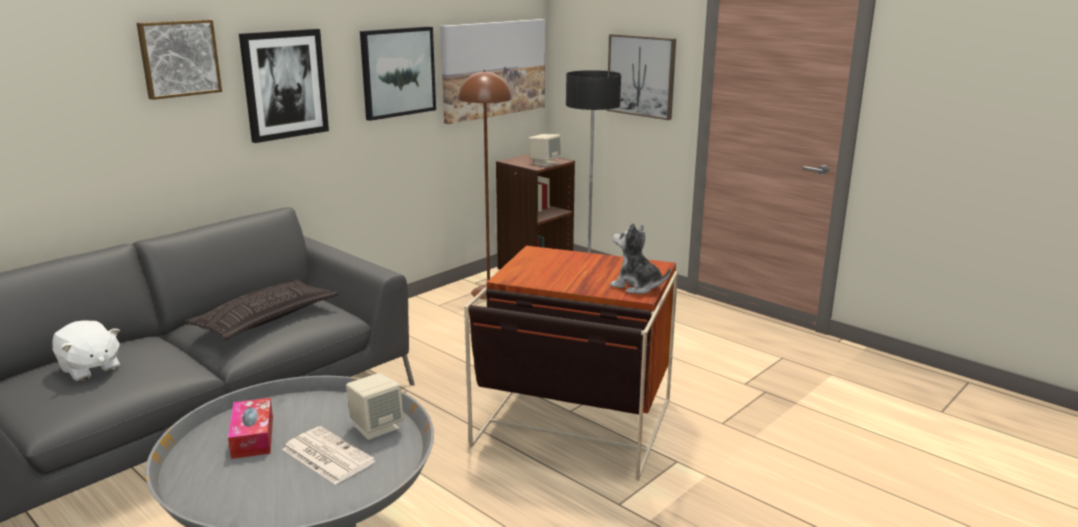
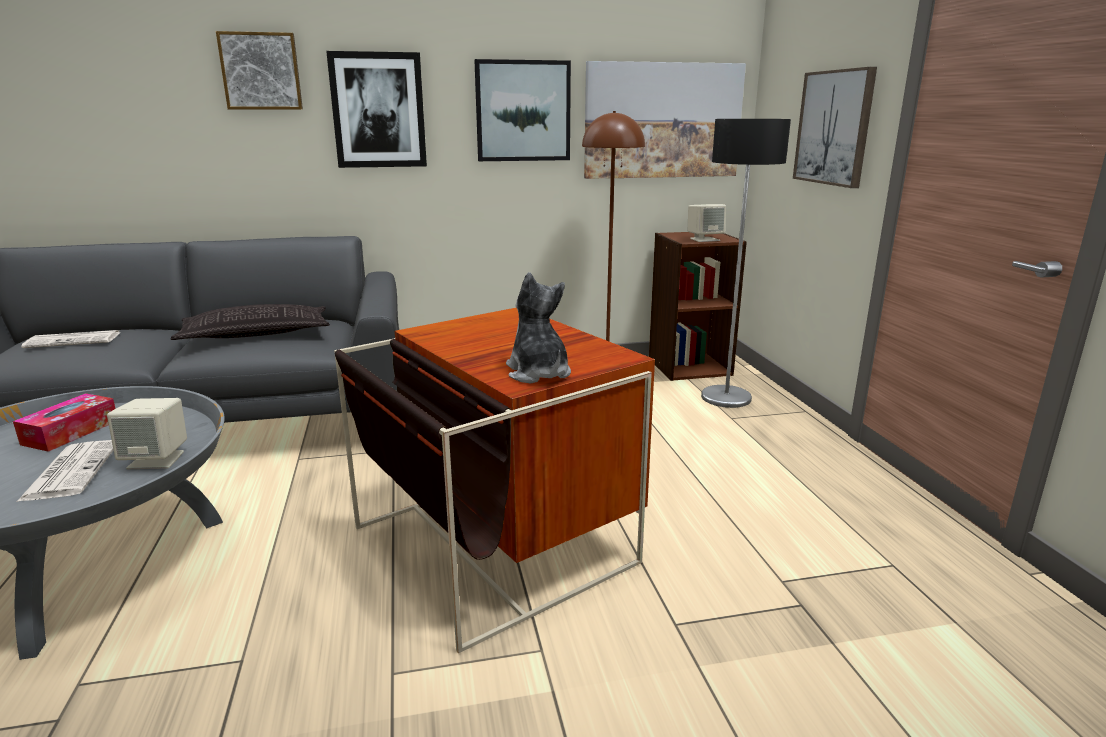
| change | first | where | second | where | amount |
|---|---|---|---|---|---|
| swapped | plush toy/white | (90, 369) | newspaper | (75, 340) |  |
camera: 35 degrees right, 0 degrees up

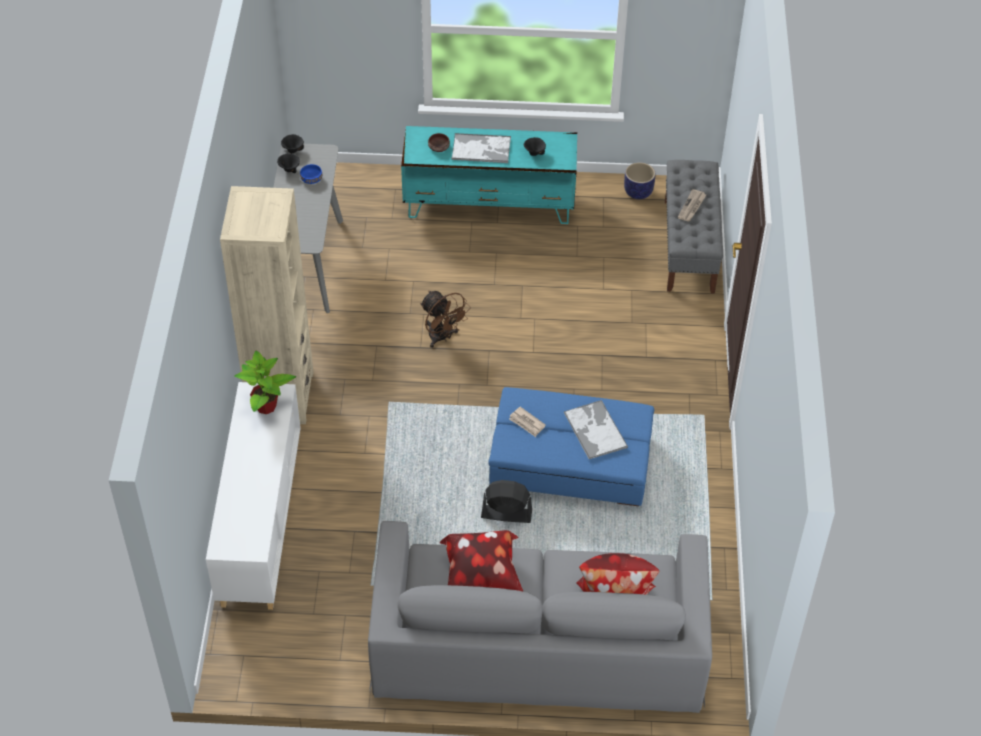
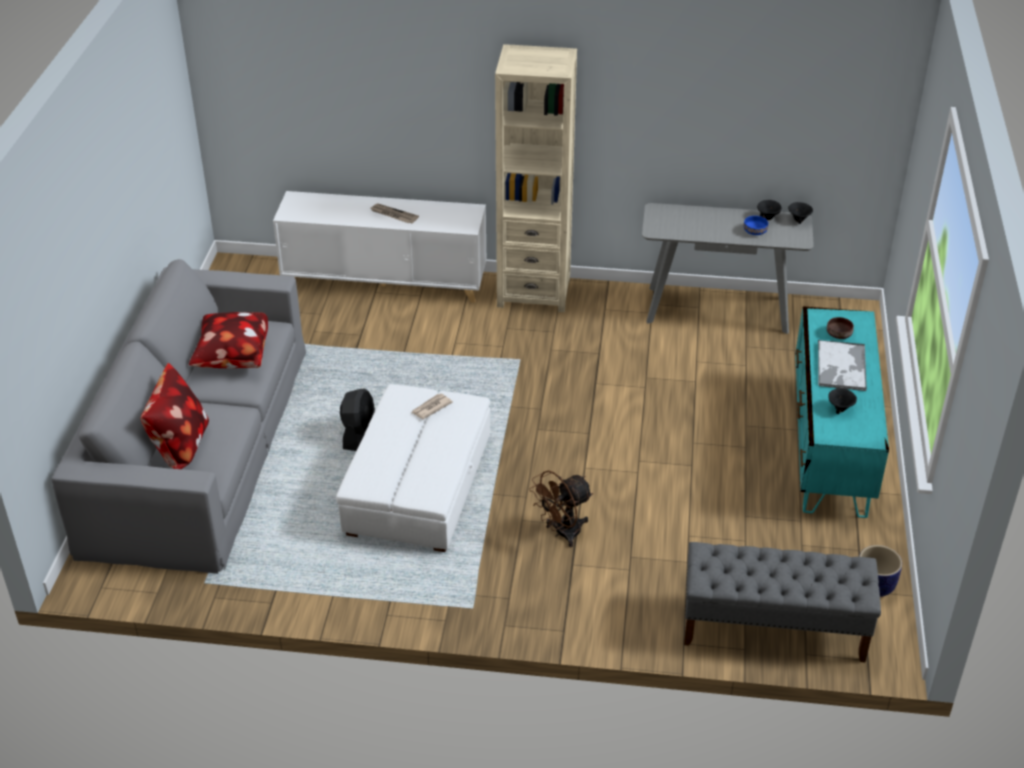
| change | first | where | second | where | amount |
|---|---|---|---|---|---|
| gone | potted plant | (266, 407) |  |  |  |
| shifted | fan/brown | (442, 337) |  | (562, 533) |  |
| repainted | ottoman/blue | (570, 463) | ottoman/white | (418, 485) |  |
| gone | tray | (595, 430) |  |  |  |
| shifted | newspaper | (692, 207) |  | (393, 215) |  |
camera: 95 degrees right, 10 degrees down

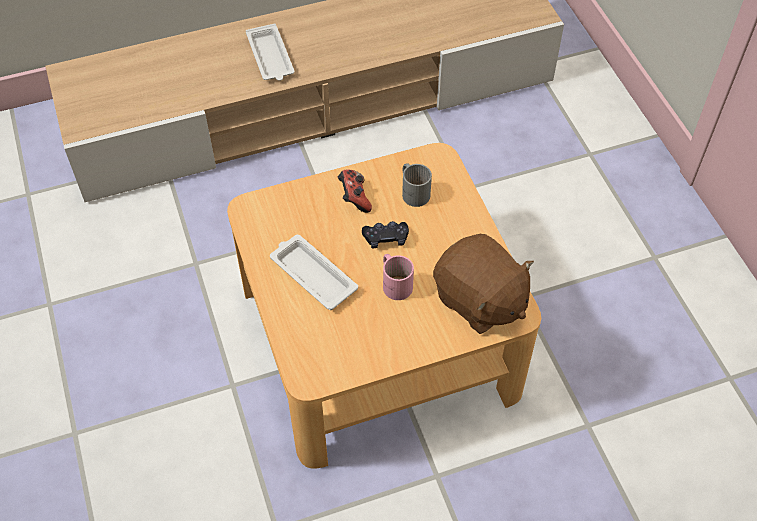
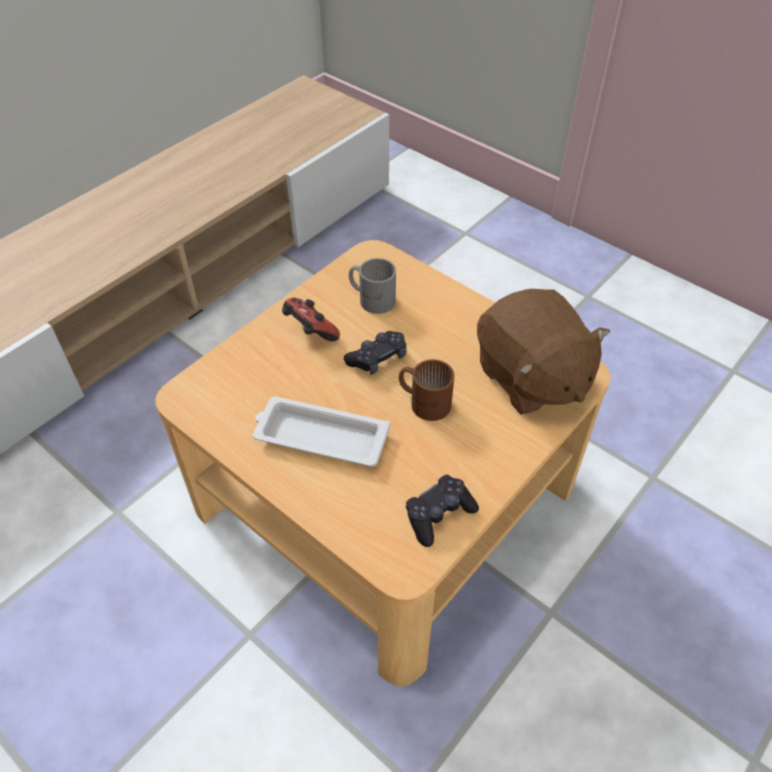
| change | first | where | second | where | amount |
|---|---|---|---|---|---|
| gone | tray/white | (270, 57) |  |  |  |
| repainted | mug/pink | (396, 282) | mug/brown | (425, 400) |  |
| rotated | plush toy/brown | (479, 301) |  | (530, 378) | 45 degrees clockwise |
| new |  |  | game controller/black | (438, 515) |  |
camera: 30 degrees left, 5 degrees down

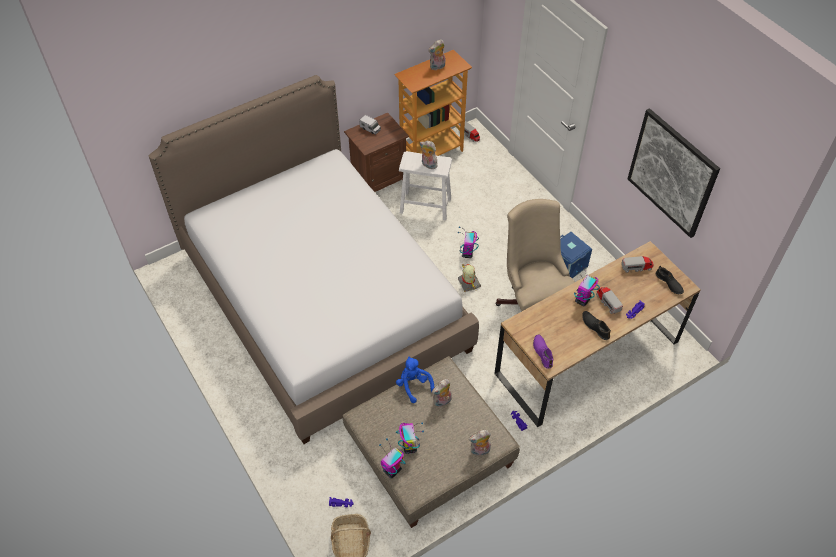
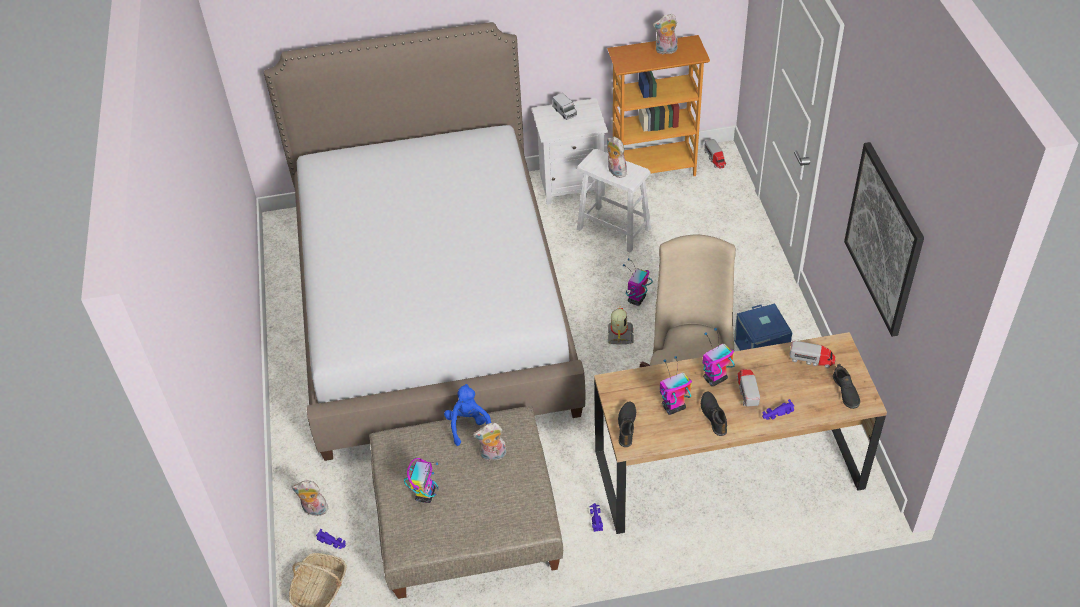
| change | first | where | second | where | amount |
|---|---|---|---|---|---|
| repainted | nightstand/brown | (378, 180) | nightstand/white | (571, 184) |  |
| shifted | toy robot | (392, 471) |  | (673, 407) |  |
| shifted | plush toy | (480, 451) |  | (314, 510) |  |
| repainted | shoe/purple | (543, 352) | shoe/black | (627, 426) |  |
camera: 25 degrees right, 5 degrees down

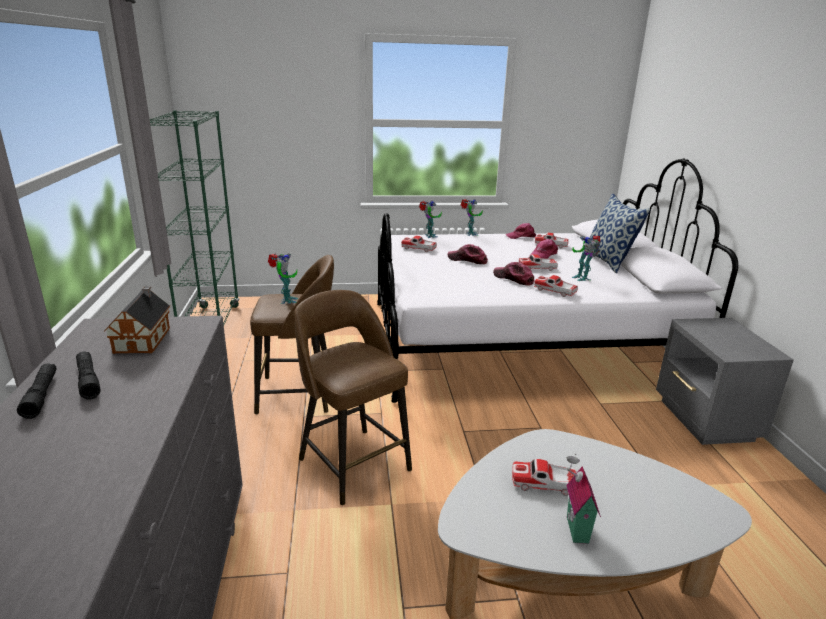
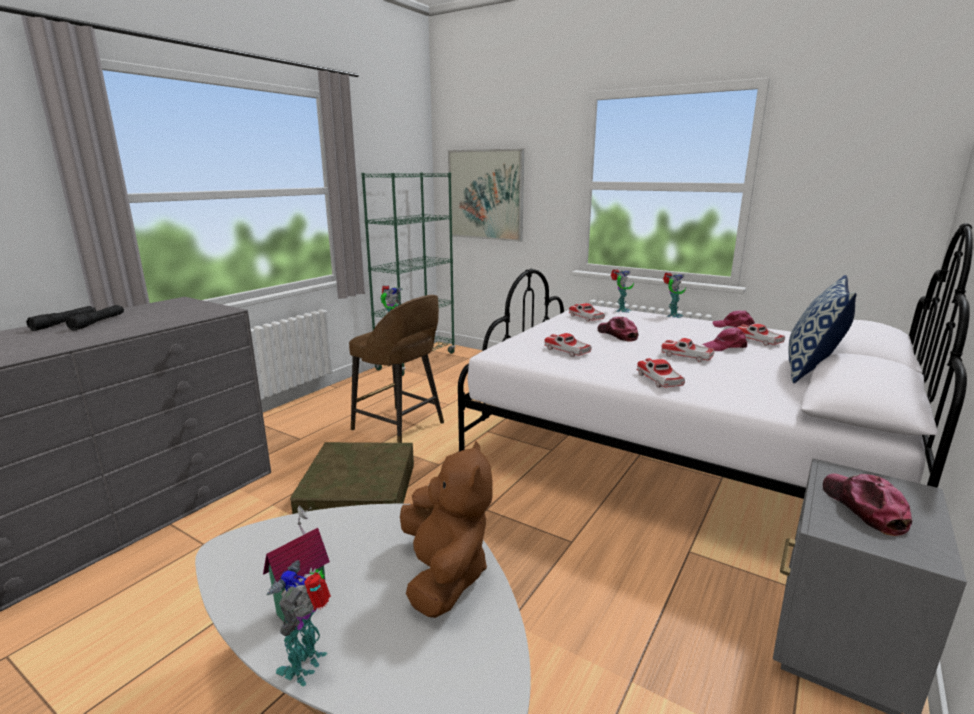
| change | first | where | second | where | amount |
|---|---|---|---|---|---|
| gone | toy house | (144, 339) |  |  |  |
| swapped | stool/brown | (353, 462) | storage box/brown | (359, 492) |  |
| shifted | cap | (513, 278) |  | (863, 508) |  |
| shifted | toy car | (544, 483) |  | (567, 351) |  |
| shifted | toy robot | (582, 277) |  | (307, 664) |  |
| new |  |  | plush toy/brown | (444, 575) |  |
| new |  |  | picture | (485, 195) |  |
camera: 40 degrees right, 5 degrees down

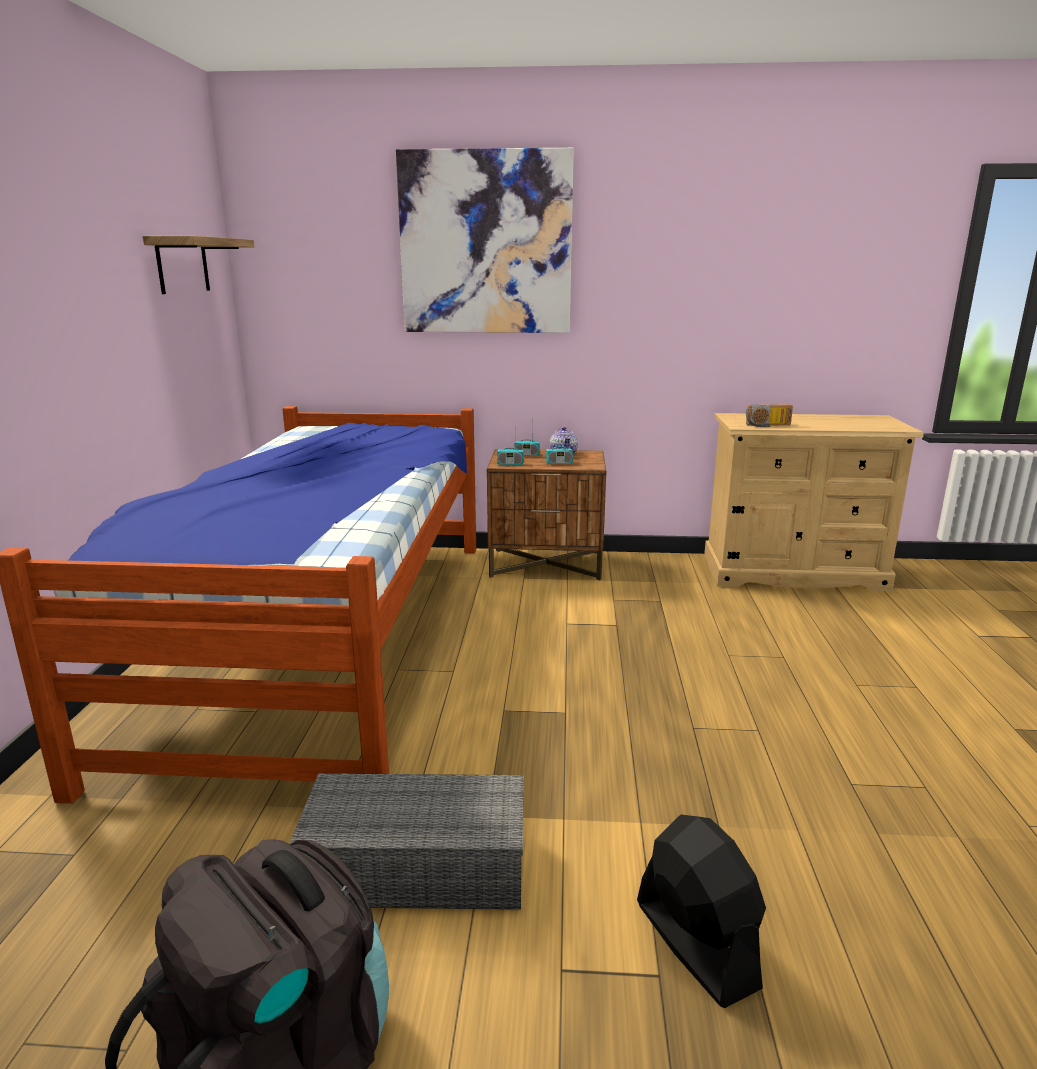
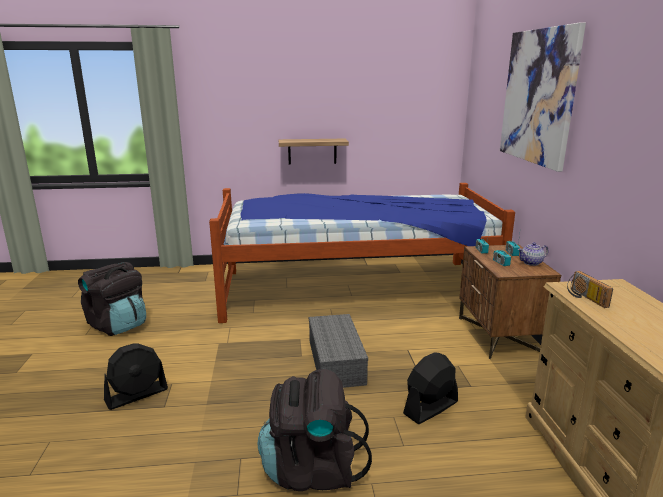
| change | first | where | second | where | amount |
|---|---|---|---|---|---|
| shifted | shelf | (182, 265) |  | (312, 151) |  |
| shifted | storage box/grey | (420, 865) |  | (337, 362) |  |
| new |  |  | backpack/black | (312, 469) |  |
| new |  |  | fan/black | (430, 408) |  |
camera: 80 degrees right, 0 degrees up

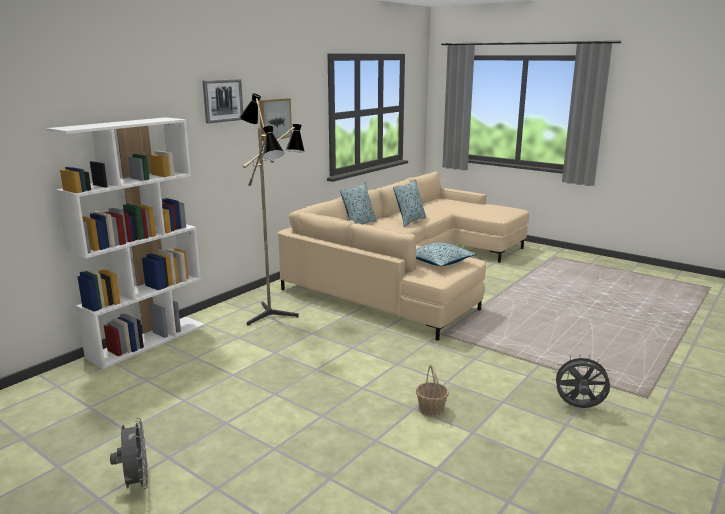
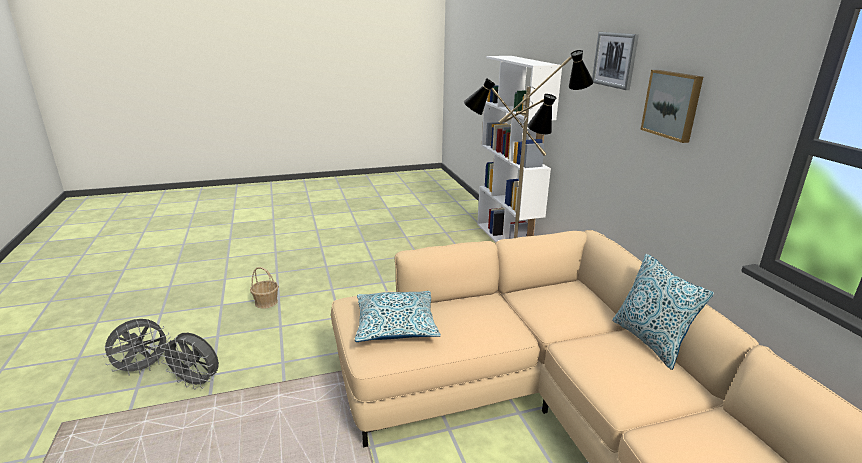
| change | first | where | second | where | amount |
|---|---|---|---|---|---|
| shifted | fan/grey | (136, 483) |  | (197, 382) |  |
| gone | pillow | (410, 221) |  |  |  |
camera: 125 degrees right, 5 degrees up

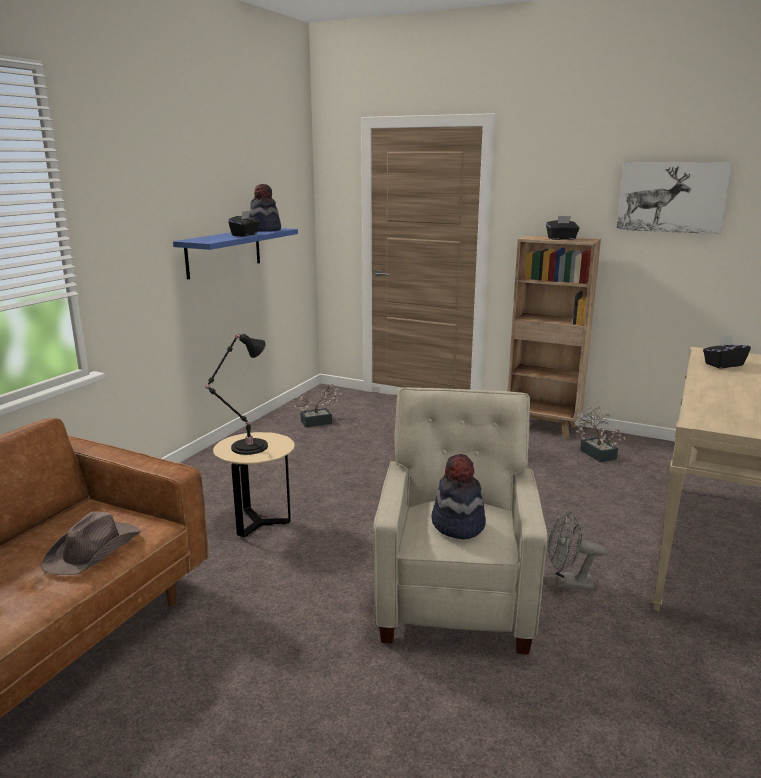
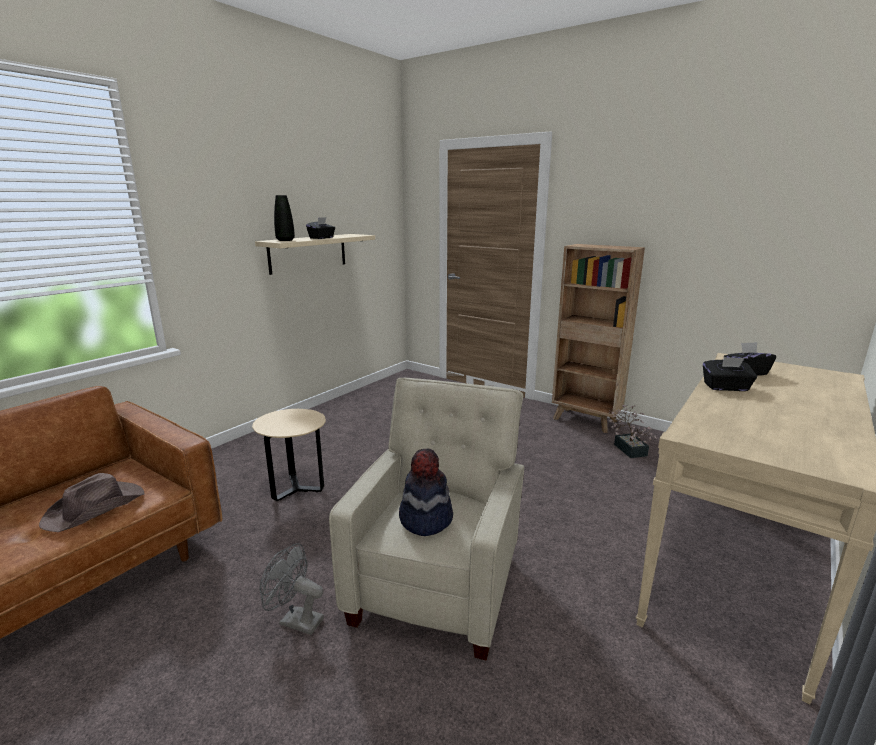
| change | first | where | second | where | amount |
|---|---|---|---|---|---|
| repainted | shelf/blue | (224, 252) | shelf/beige | (308, 253) |  |
| gone | table lamp/black | (246, 448) |  |  |  |
| gone | hat | (264, 230) |  |  |  |
| gone | potted plant | (320, 422) |  |  |  |
| shifted | tissue box/black | (561, 239) |  | (726, 387) |  |
| shifted | fan/grey | (567, 583) |  | (295, 620) |  |
| gone | picture | (671, 197) |  |  |  |
| new |  |  | vase/black | (285, 240) |  |
camera: 10 degrees right, 0 degrees up

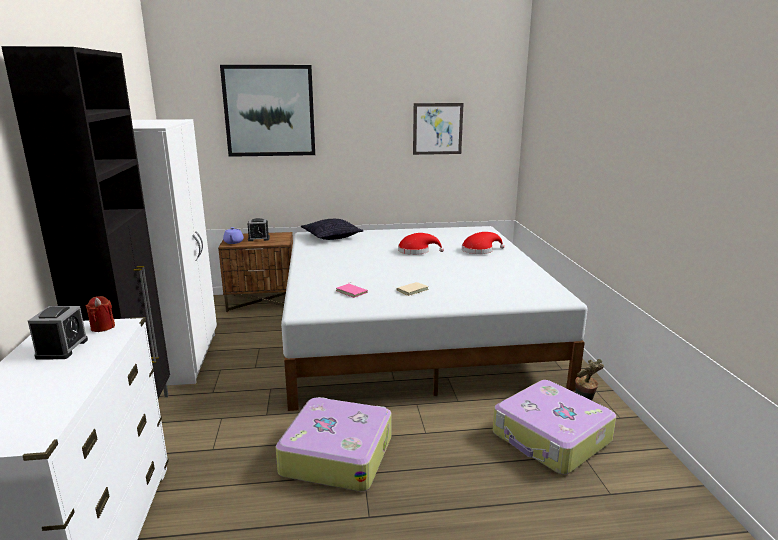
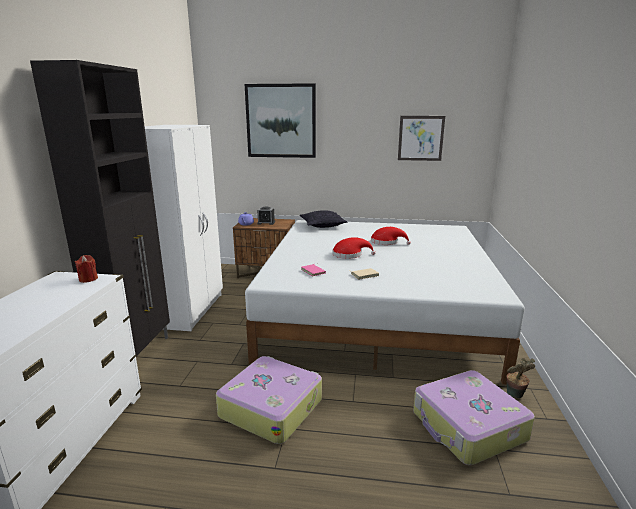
| change | first | where | second | where | amount |
|---|---|---|---|---|---|
| gone | alarm clock | (62, 348) |  |  |  |
| shifted | hat/red | (479, 250) |  | (349, 255) |  |
camera: 15 degrees right, 0 degrees up

